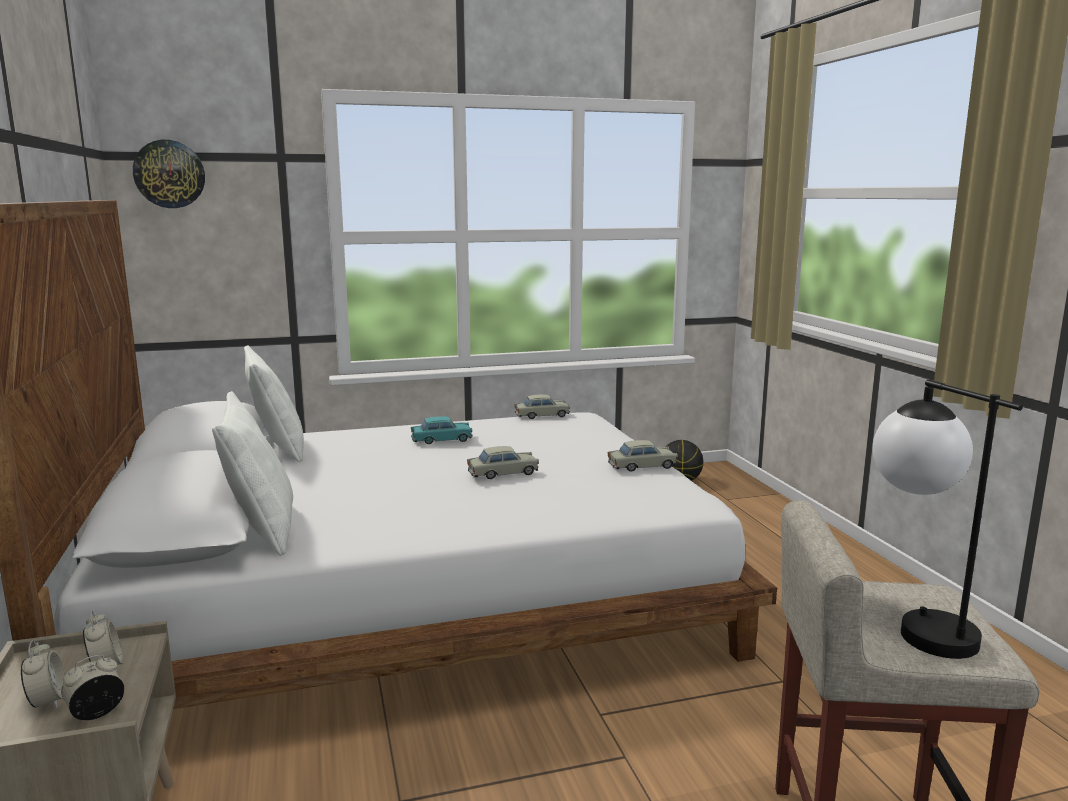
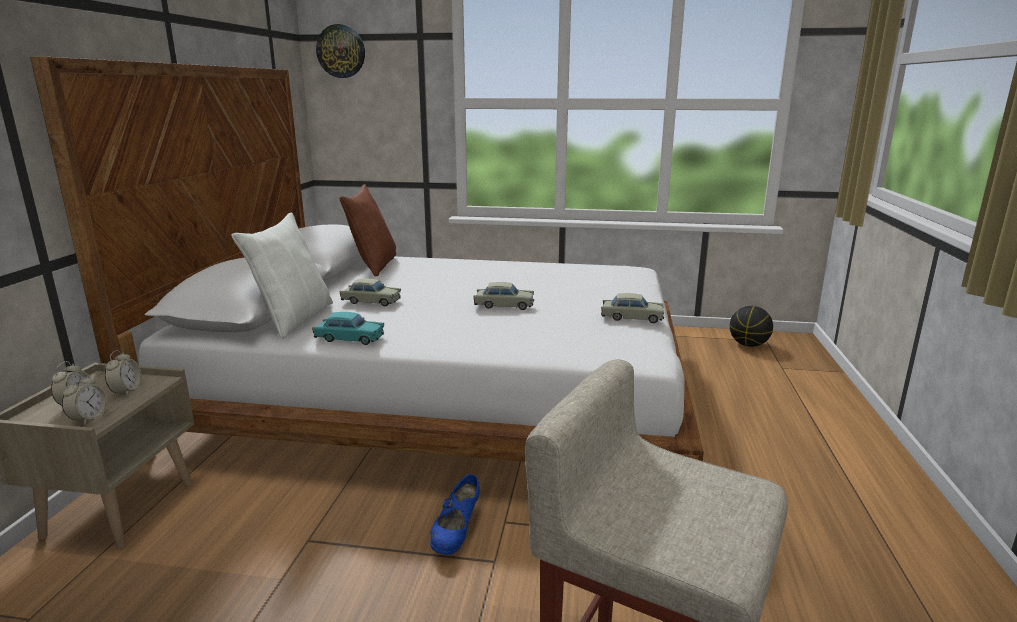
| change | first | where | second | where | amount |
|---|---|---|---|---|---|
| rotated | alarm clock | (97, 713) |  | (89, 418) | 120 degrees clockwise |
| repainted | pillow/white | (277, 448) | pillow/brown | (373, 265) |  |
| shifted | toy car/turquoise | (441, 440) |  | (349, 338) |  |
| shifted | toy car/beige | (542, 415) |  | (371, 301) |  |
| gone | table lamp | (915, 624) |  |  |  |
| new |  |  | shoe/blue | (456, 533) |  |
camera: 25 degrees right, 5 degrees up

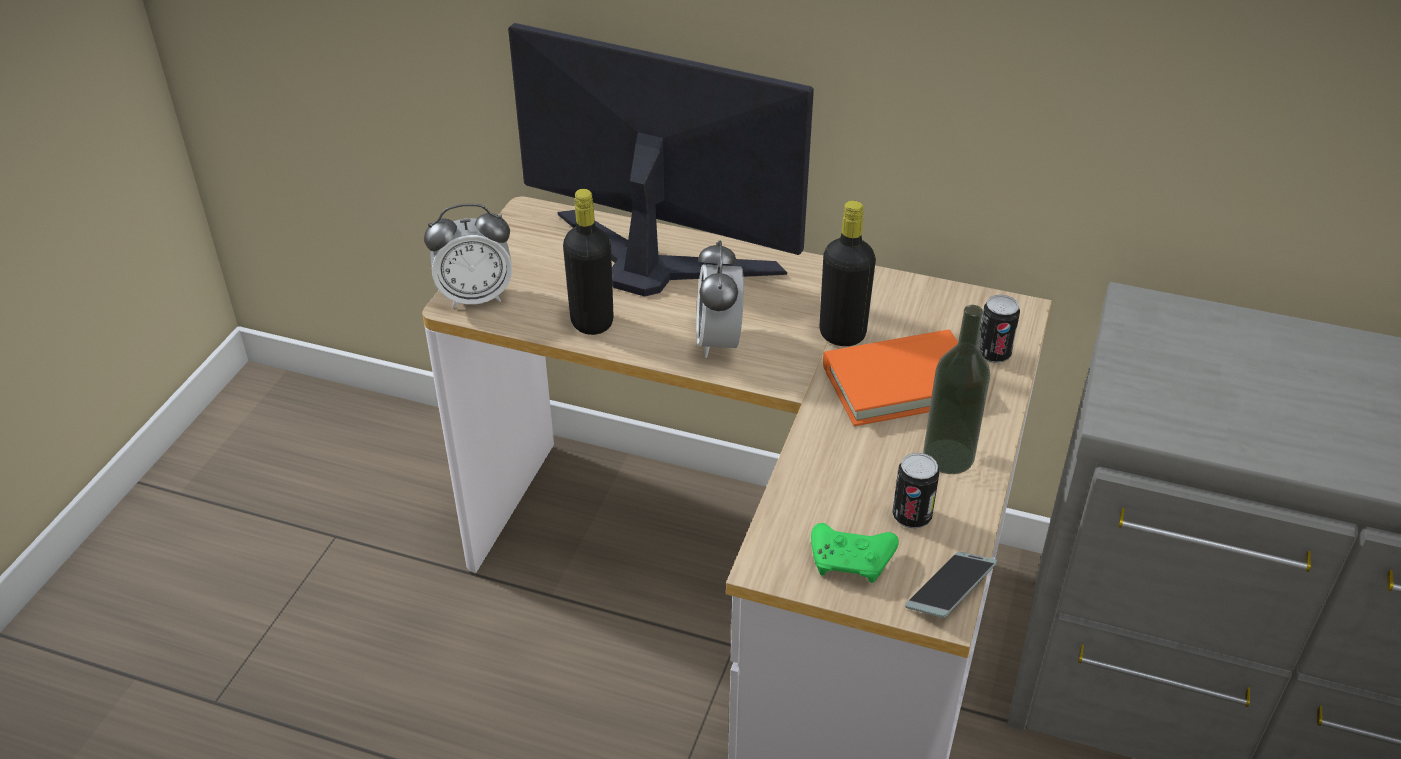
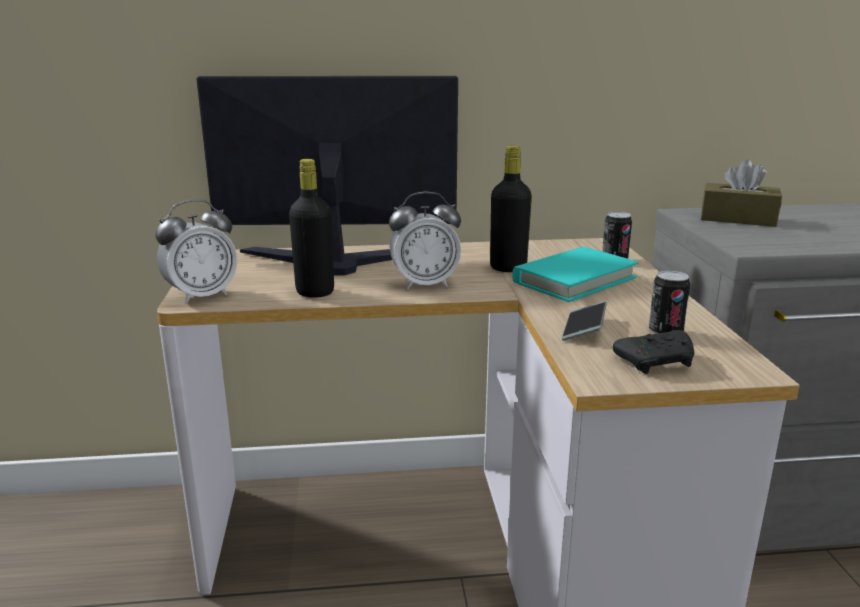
| change | first | where | second | where | amount |
|---|---|---|---|---|---|
| rotated | alarm clock | (719, 342) |  | (425, 284) | 75 degrees counterclockwise |
| repainted | game controller/green | (852, 561) | game controller/black | (657, 362) |  |
| repainted | book/orange | (901, 383) | book/turquoise | (574, 280) |  |
| shifted | phone | (950, 591) |  | (584, 328) |  |
| gone | bottle | (948, 456) |  |  |  |
| new |  |  | tissue box/brown | (737, 219) |  |
camera: 25 degrees left, 20 degrees down

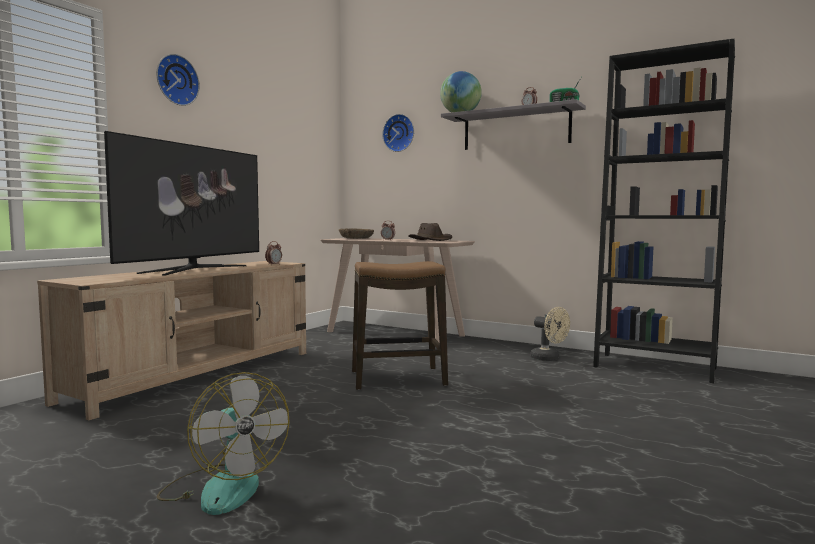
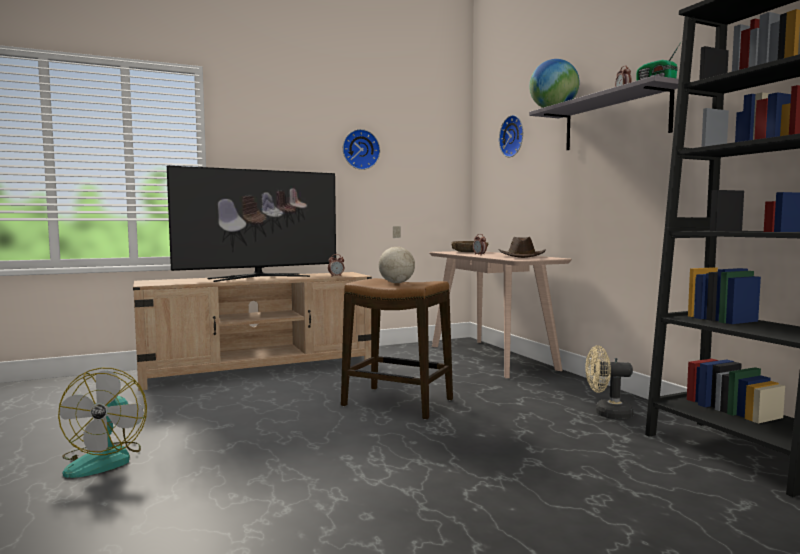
| change | first | where | second | where | amount |
|---|---|---|---|---|---|
| shifted | wall clock | (175, 80) |  | (360, 149) |  |
| rotated | fan/beige | (549, 358) |  | (607, 413) | 105 degrees clockwise |
| new |  |  | globe | (396, 283) |  |
camera: 35 degrees right, 0 degrees up

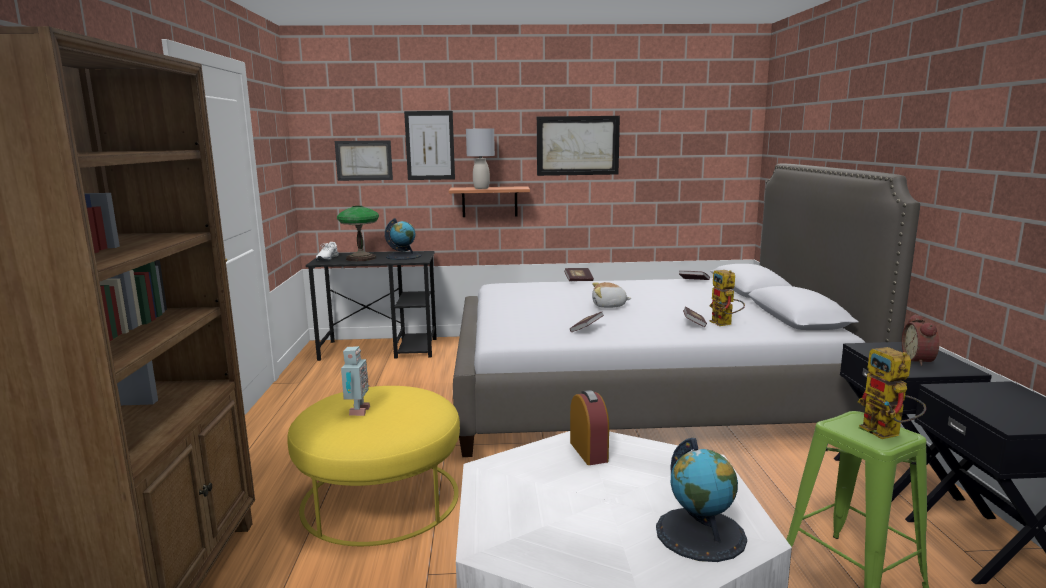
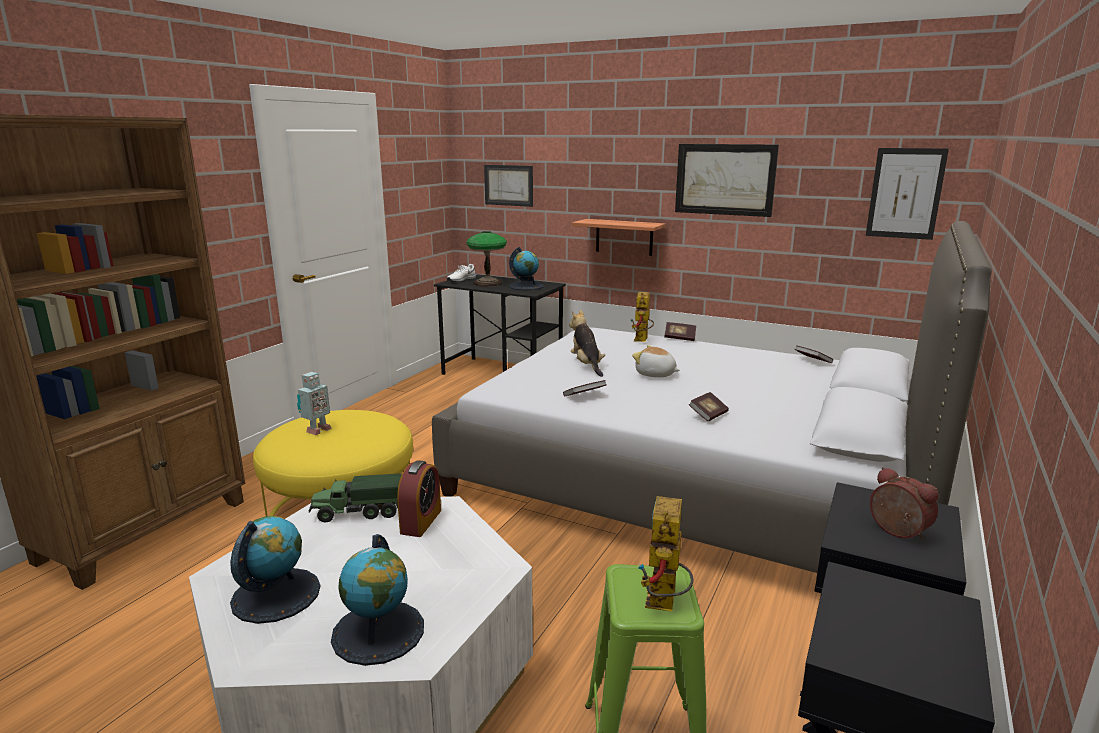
| change | first | where | second | where | amount |
|---|---|---|---|---|---|
| shifted | picture | (430, 145) |  | (905, 193) |  |
| gone | table lamp/grey | (481, 188) |  |  |  |
| shifted | toy robot | (725, 324) |  | (642, 340) |  |
| rotated | alarm clock | (920, 360) |  | (896, 532) | 105 degrees clockwise |
| new |  |  | globe | (276, 595) |  |
| new |  |  | toy truck | (358, 512) |  |
| new |  |  | plush toy | (586, 365) |  |
camera: 30 degrees right, 5 degrees up

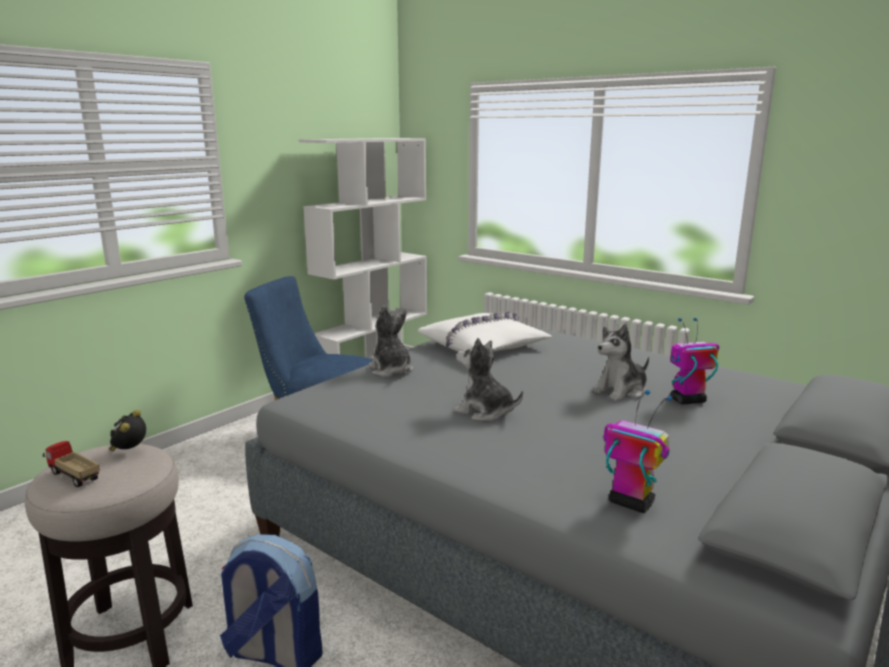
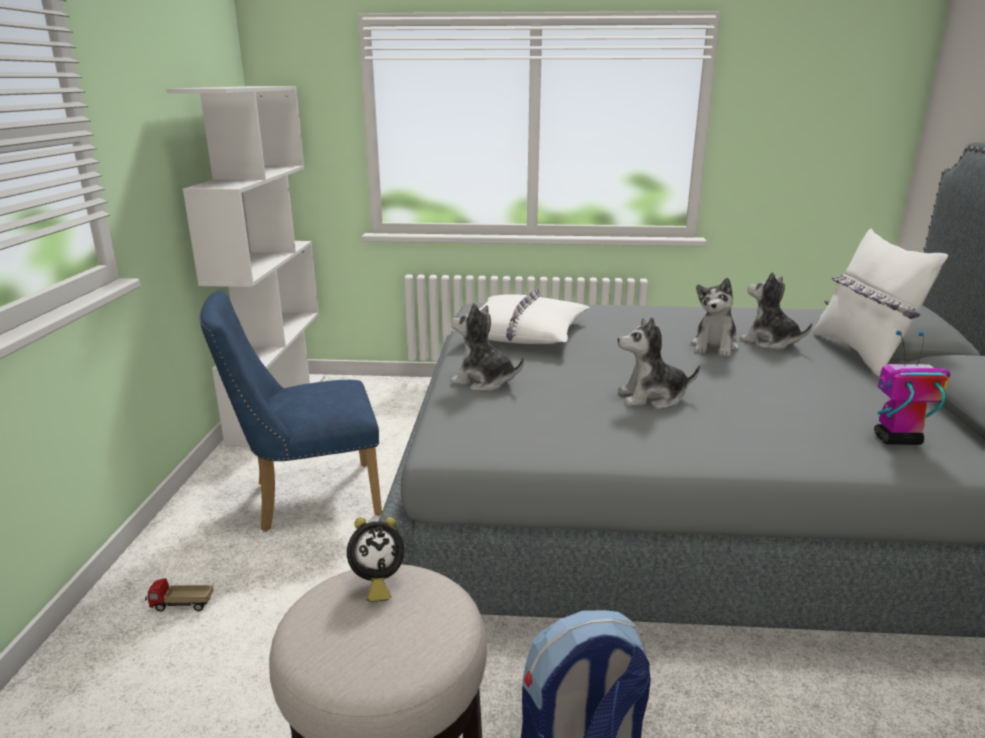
| change | first | where | second | where | amount |
|---|---|---|---|---|---|
| shifted | toy truck | (73, 477) |  | (181, 606) |  |
| rotated | alarm clock | (130, 452) |  | (376, 583) | 90 degrees counterclockwise |
| swapped | toy robot | (687, 401) | plush toy | (769, 342) |  |
| new |  |  | pillow/white | (861, 353) |  |
camera: 35 degrees left, 5 degrees up

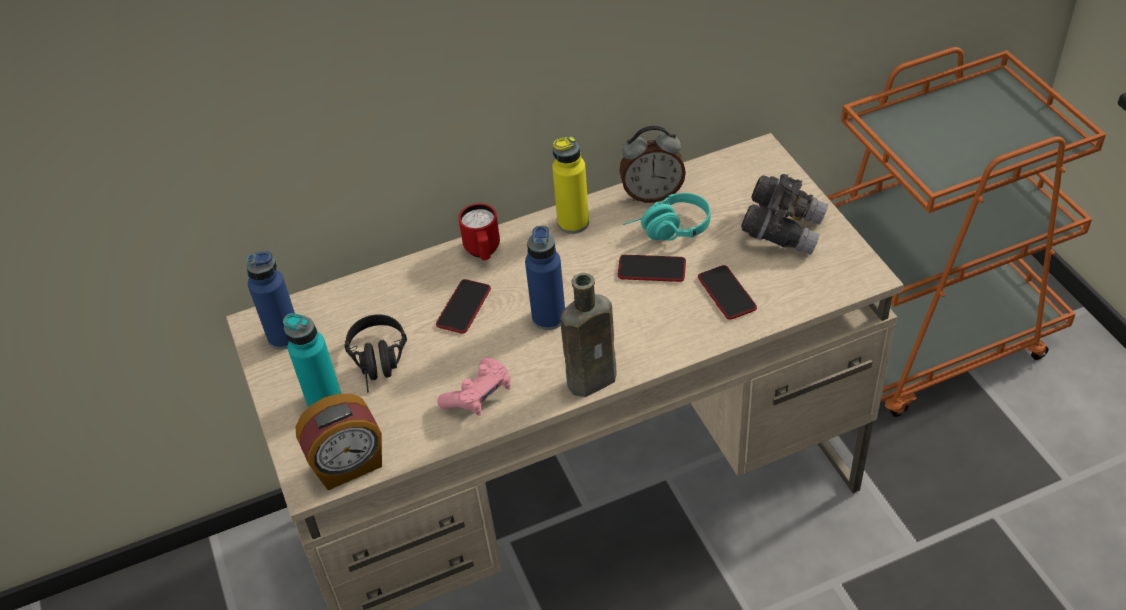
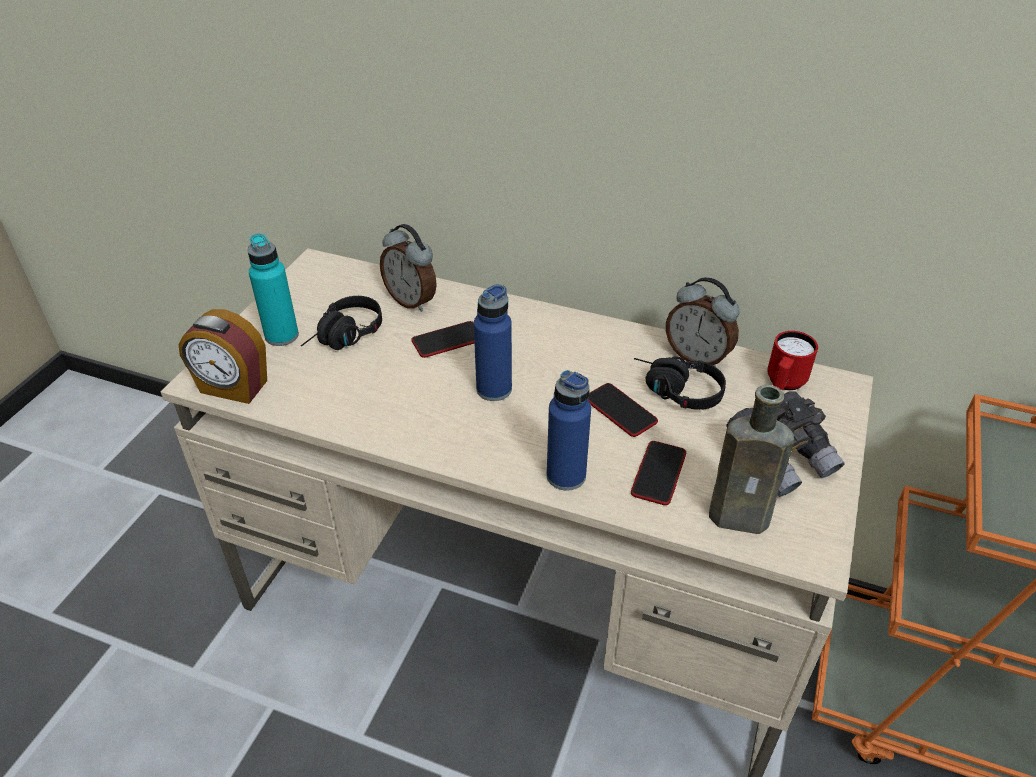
| change | first | where | second | where | amount |
|---|---|---|---|---|---|
| shifted | bottle/blue | (284, 337) |  | (566, 476) |  |
| gone | game controller/pink | (479, 396) |  |  |  |
| shifted | mug/red | (483, 252) |  | (783, 384) |  |
| gone | bottle/yellow | (573, 223) |  |  |  |
| shifted | bottle/brown | (595, 378) |  | (743, 518) |  |
| repainted | headphones/turquoise | (668, 230) | headphones/black | (674, 391) |  |
| new |  |  | alarm clock | (412, 301) |  |
camera: 40 degrees right, 5 degrees down

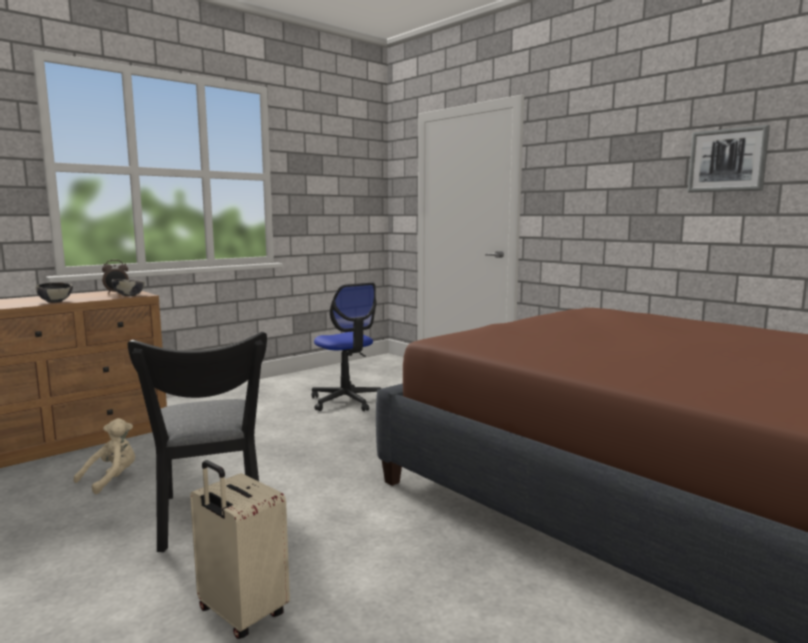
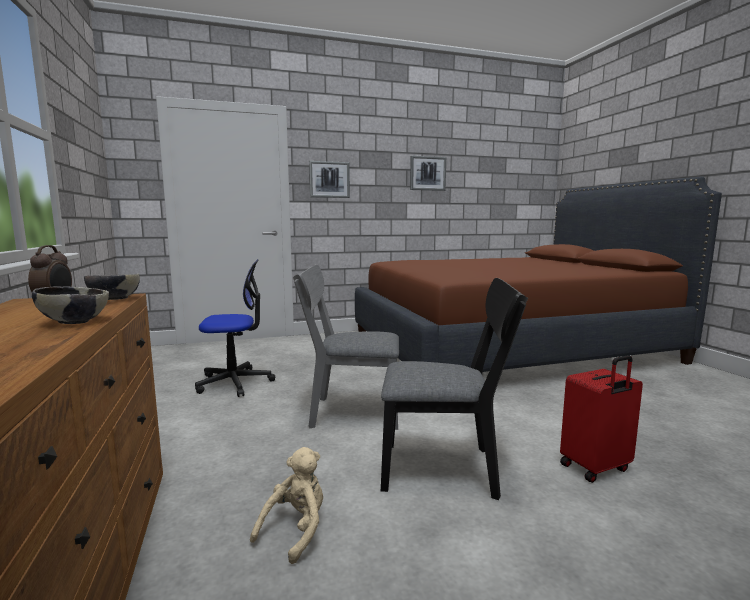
| change | first | where | second | where | amount |
|---|---|---|---|---|---|
| rotated | plush toy/beige | (111, 479) |  | (296, 530) | 60 degrees clockwise |
| repainted | suitcase/beige | (240, 614) | suitcase/red | (596, 468) |  |
| new |  |  | chair/grey | (348, 412) |  |
| new |  |  | picture | (329, 179) |  |
camera: 65 degrees left, 0 degrees up

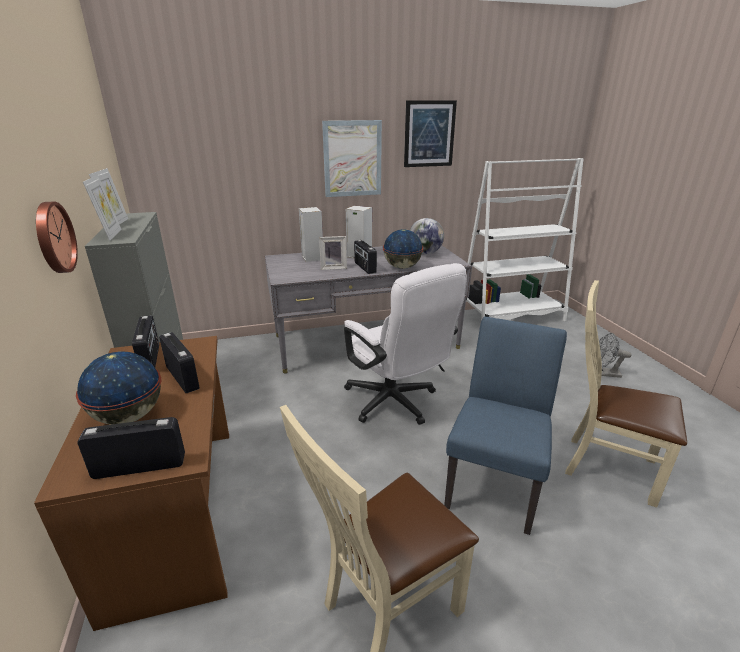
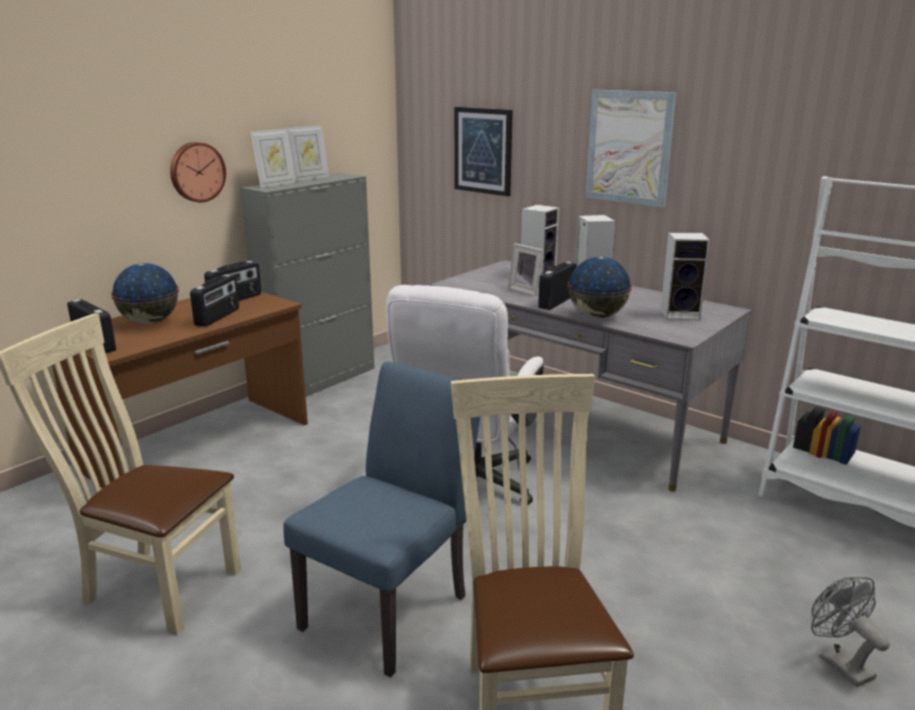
| change | first | where | second | where | amount |
|---|---|---|---|---|---|
| shifted | picture | (429, 134) |  | (483, 151) |  |
| swapped | globe | (425, 253) | speaker | (681, 314) |  |
| rotated | chair/blue | (495, 481) |  | (393, 605) | 45 degrees counterclockwise |
camera: 55 degrees right, 5 degrees down

